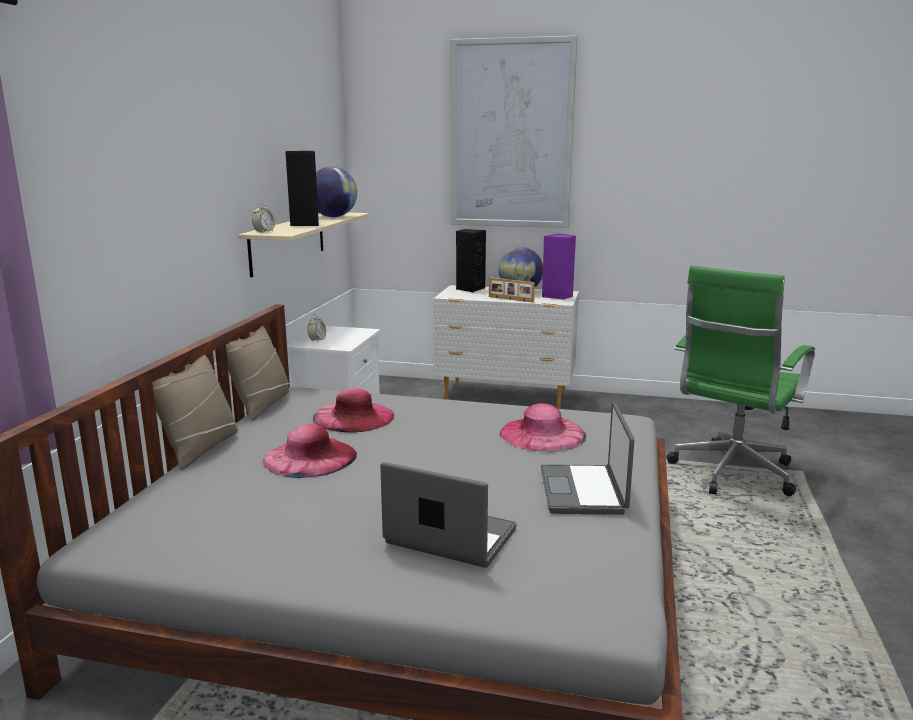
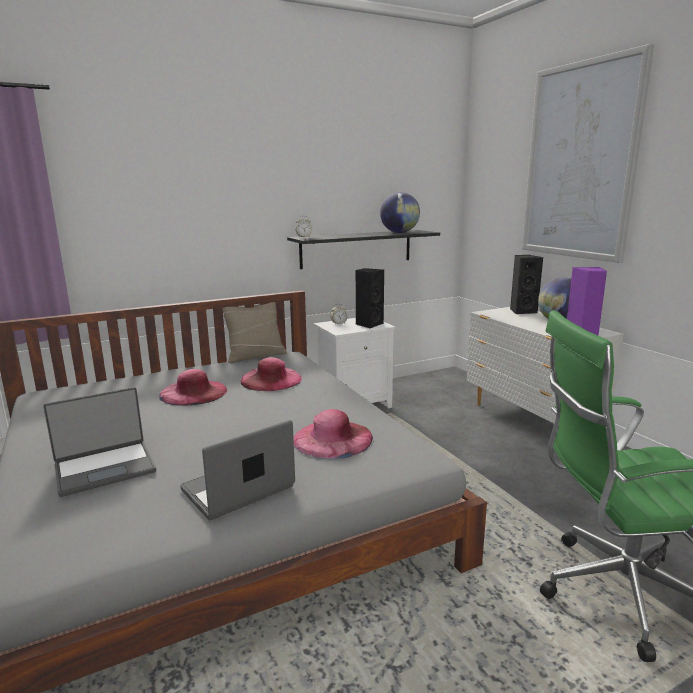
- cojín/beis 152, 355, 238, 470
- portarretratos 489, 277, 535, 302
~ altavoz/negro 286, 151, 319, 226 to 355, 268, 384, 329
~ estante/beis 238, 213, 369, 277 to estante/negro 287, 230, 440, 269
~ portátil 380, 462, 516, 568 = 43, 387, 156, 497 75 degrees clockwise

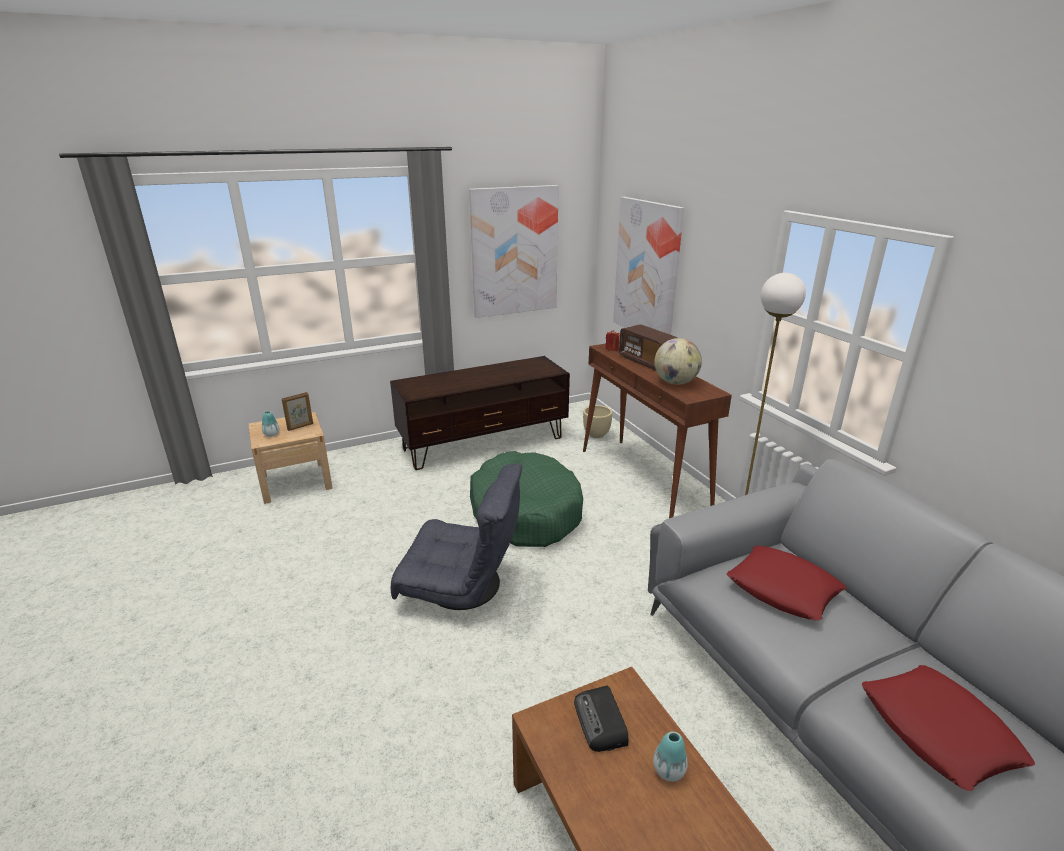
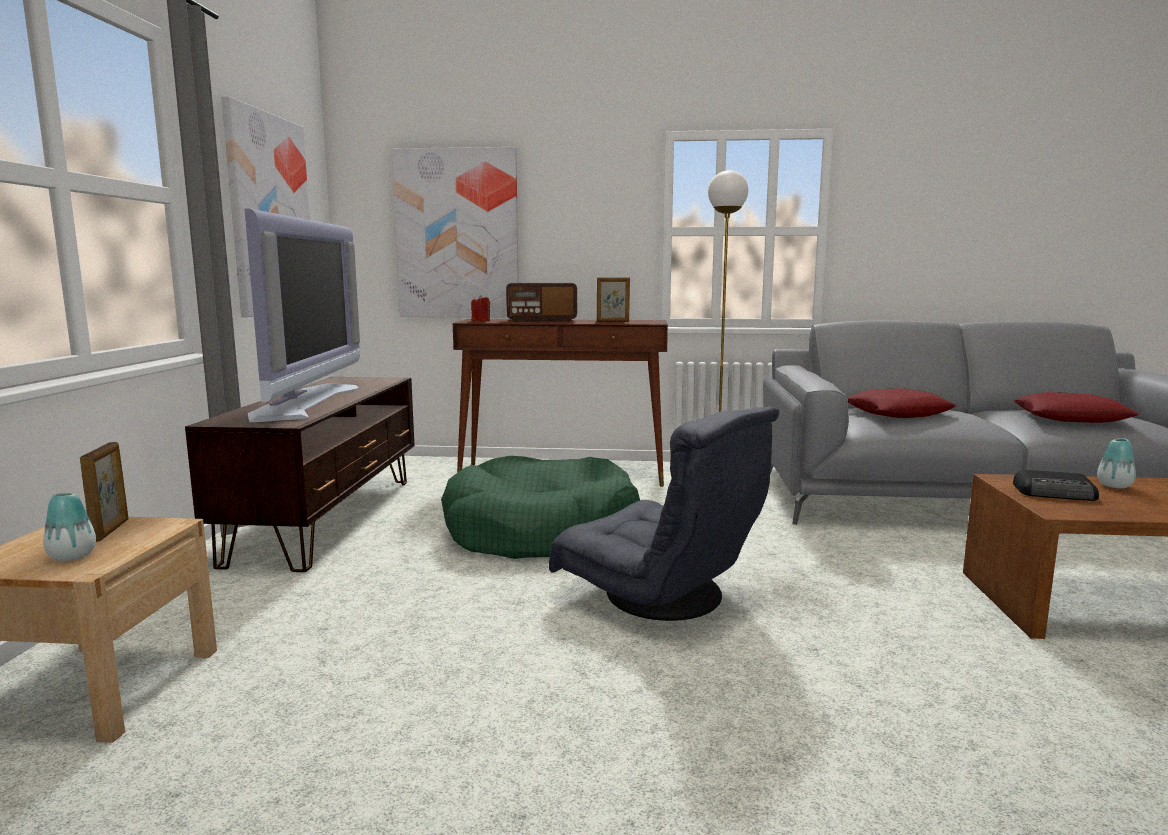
- maceta/beis 583, 405, 612, 438
+ televisor 244, 209, 360, 422
~ globo terráqueo 654, 338, 702, 385 to portarretratos 597, 277, 630, 322
~ sillón/gris 391, 463, 522, 610 = 549, 407, 779, 621 90 degrees clockwise

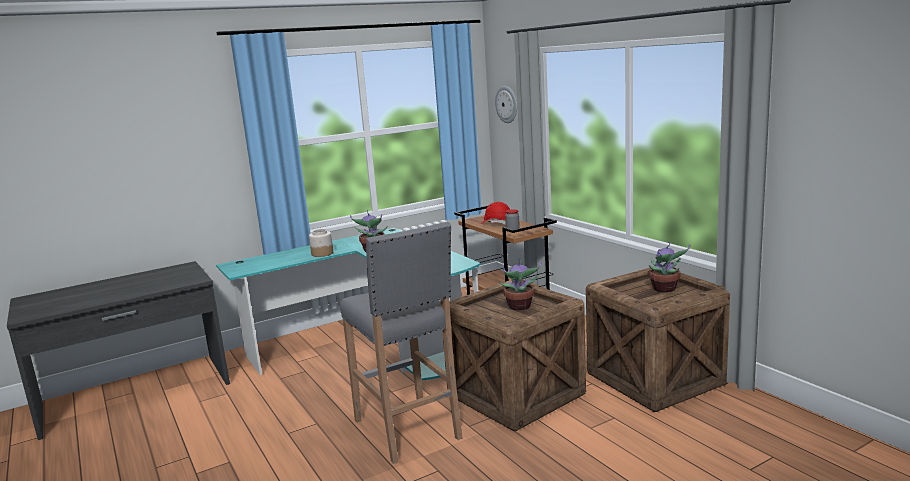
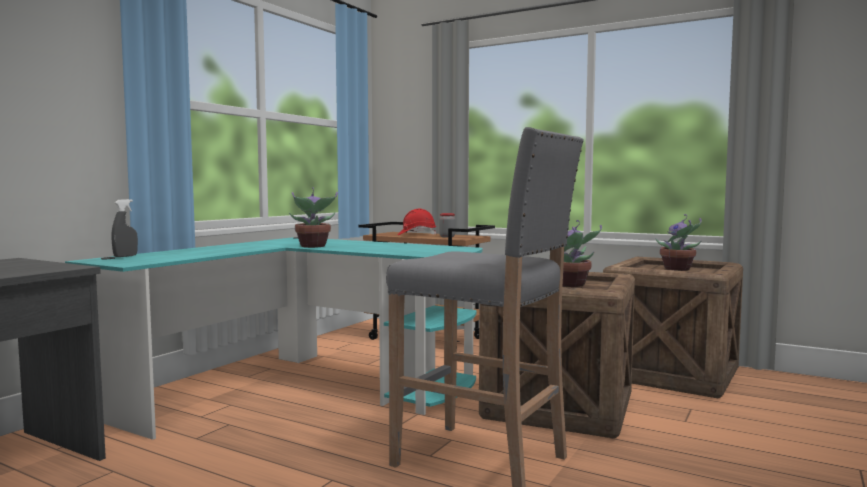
- tarro 309, 229, 333, 257
- reloj de pared 495, 86, 517, 123
+ pulverizador/gris 112, 199, 138, 257

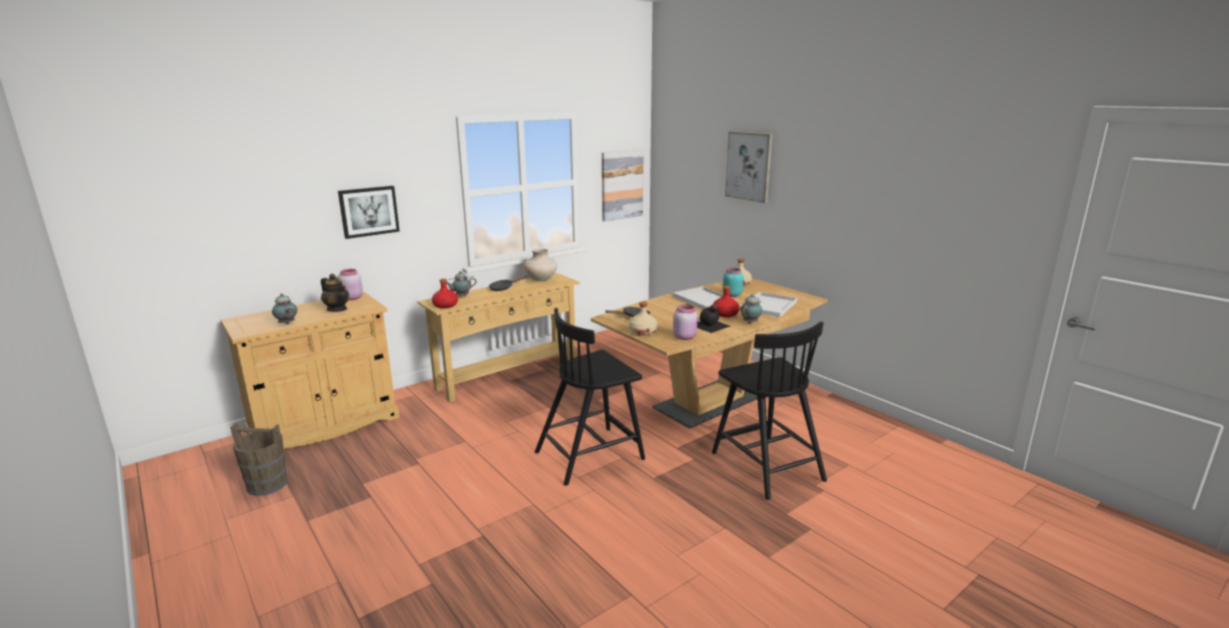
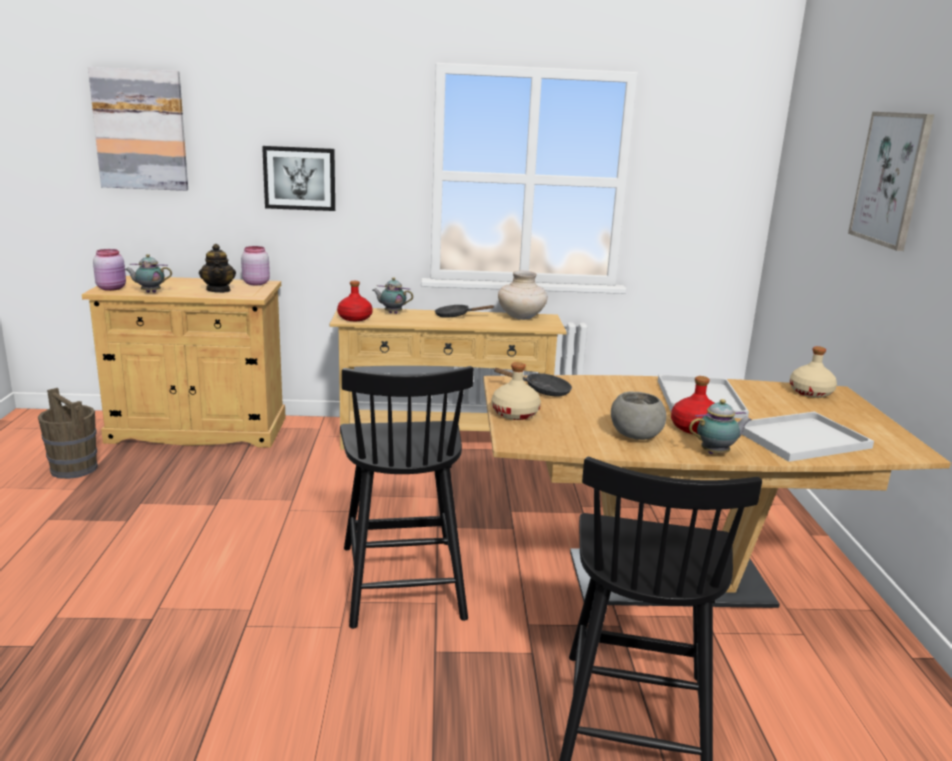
- tarro/turquesa 723, 268, 744, 297
~ cuadro 602, 149, 644, 221 to 88, 67, 188, 191
~ tarro/rosa 673, 305, 698, 340 to 93, 249, 126, 291
~ botella/negro 697, 305, 730, 333 to cuenco/gris 611, 391, 666, 440
~ tetera 272, 293, 297, 325 = 125, 254, 172, 293 90 degrees clockwise
~ silla/negro 535, 308, 645, 486 = 340, 366, 474, 629 105 degrees counterclockwise

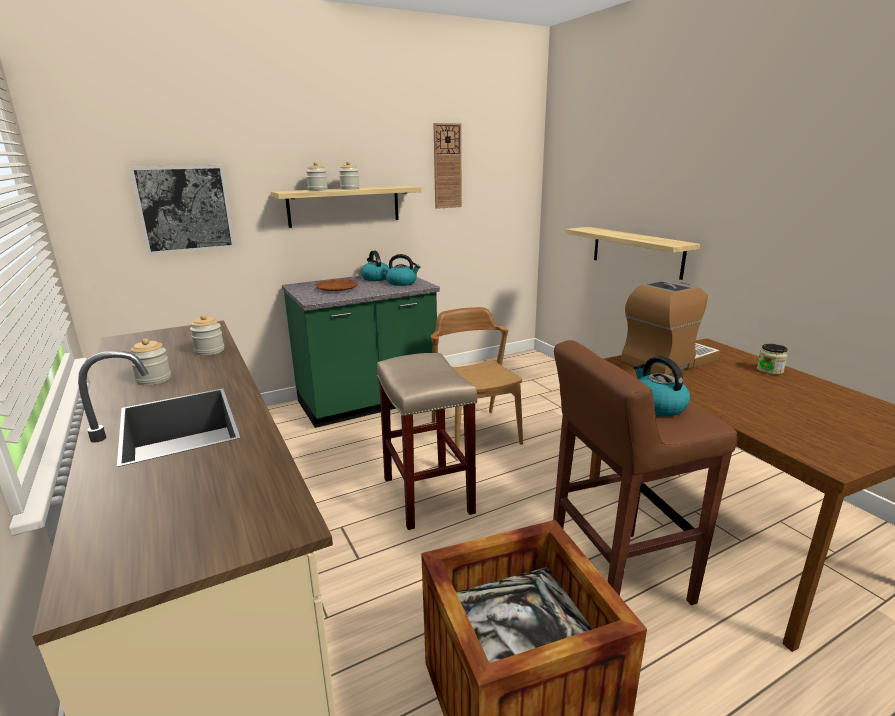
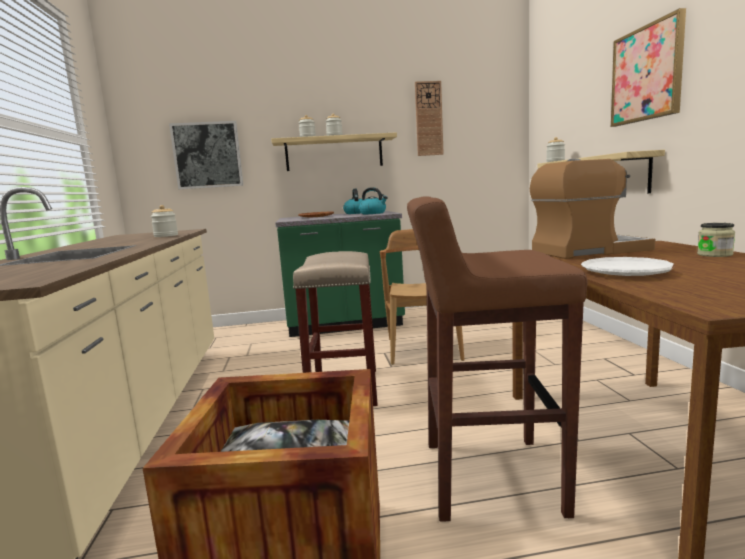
- hervidor 634, 356, 690, 417
+ plato/blanco 581, 257, 675, 276
+ cuadro 611, 8, 686, 127
~ tarro 130, 338, 171, 386 to 546, 137, 565, 162

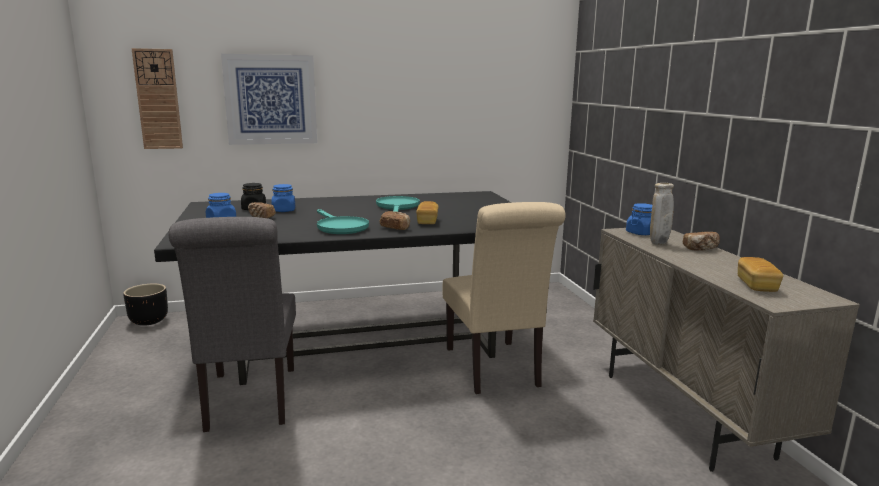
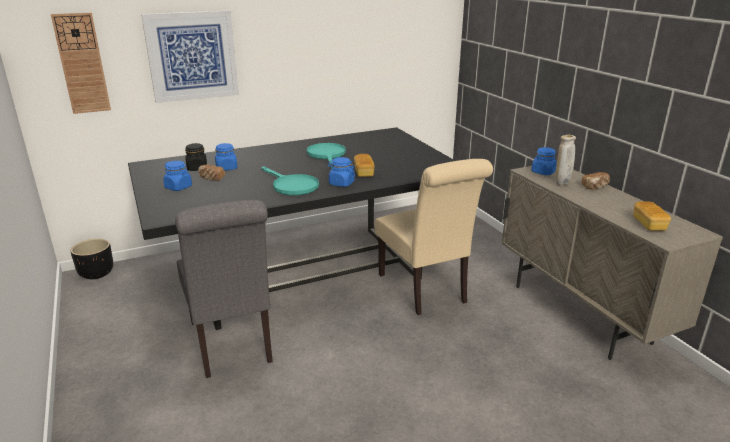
~ pan 380, 211, 410, 230 to tarro/azul 328, 157, 355, 187

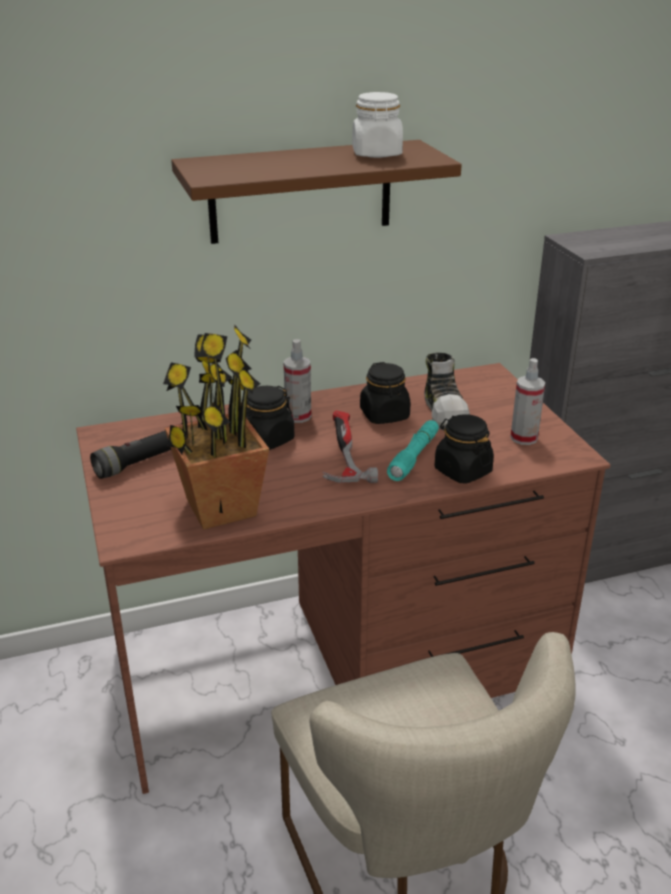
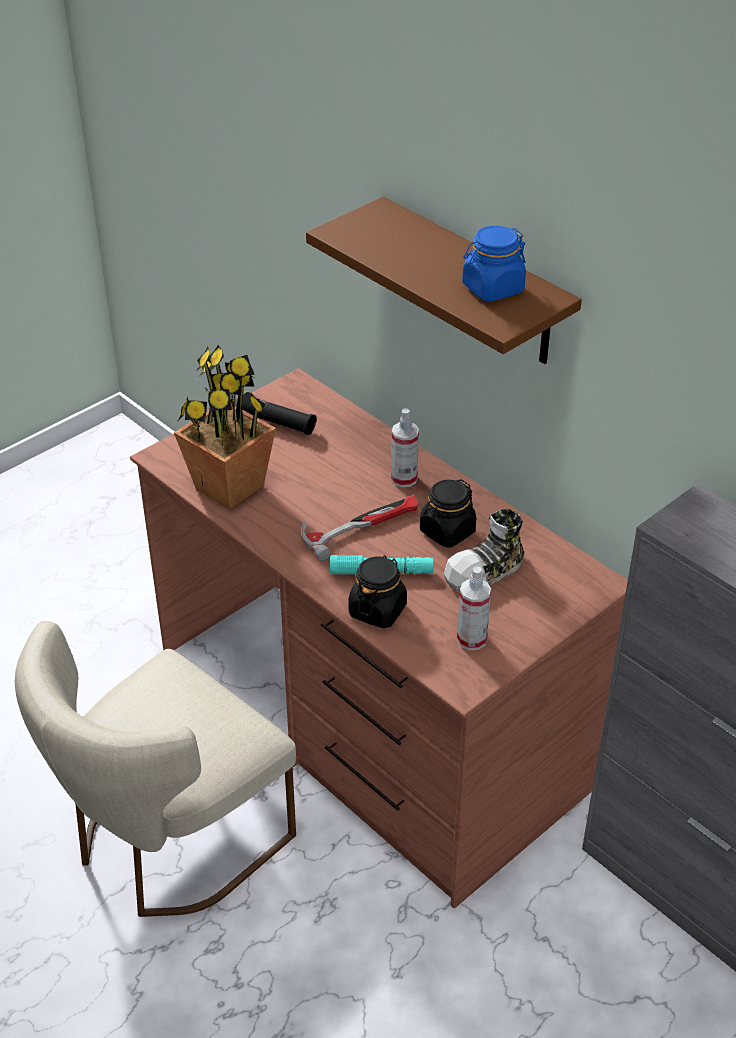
- tarro/negro 246, 386, 294, 450
~ tarro/blanco 352, 92, 403, 158 to tarro/azul 462, 226, 526, 302

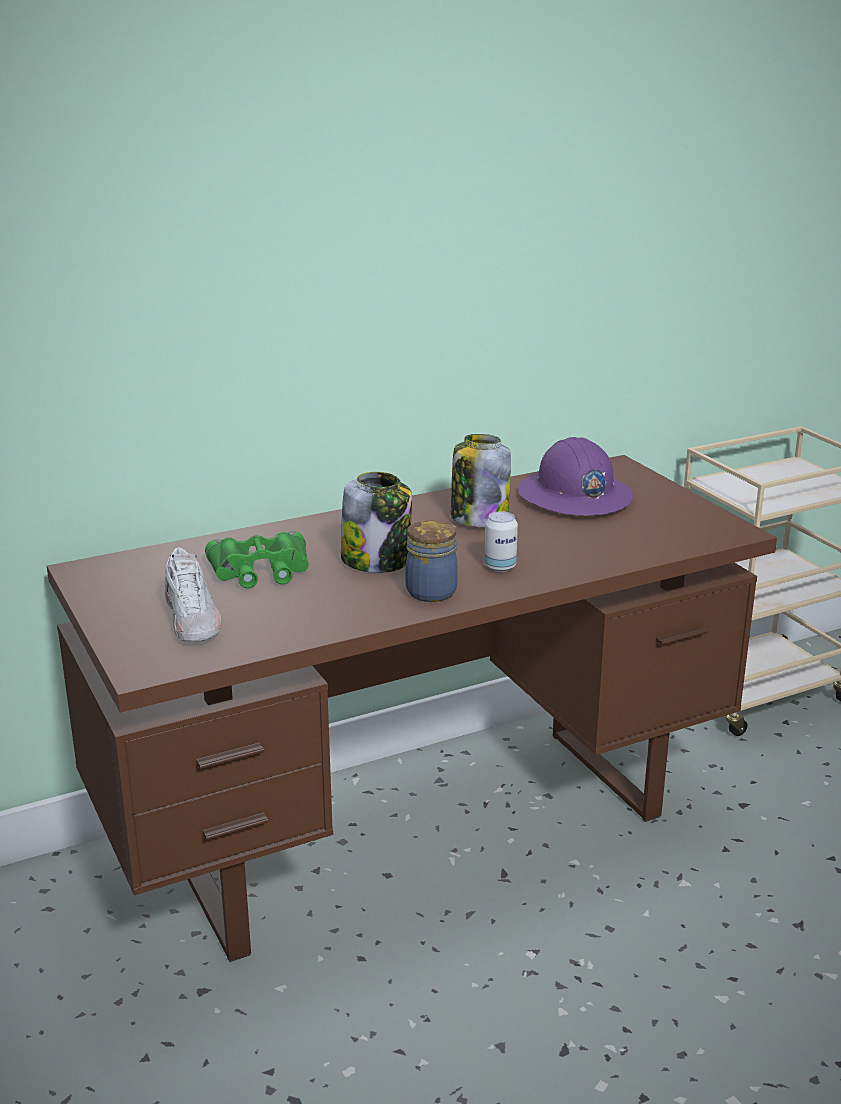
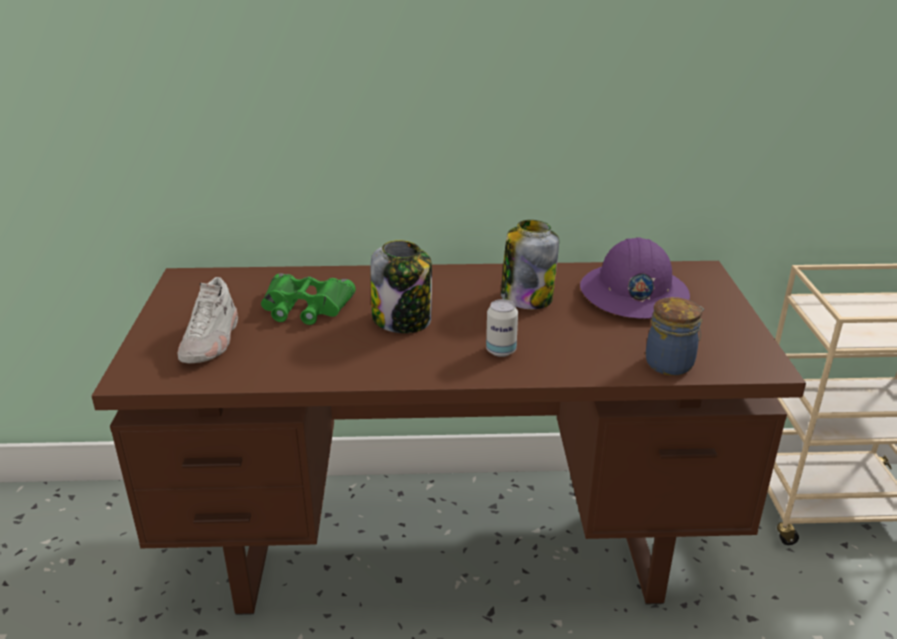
~ tarro 406, 520, 458, 602 to 646, 297, 704, 376

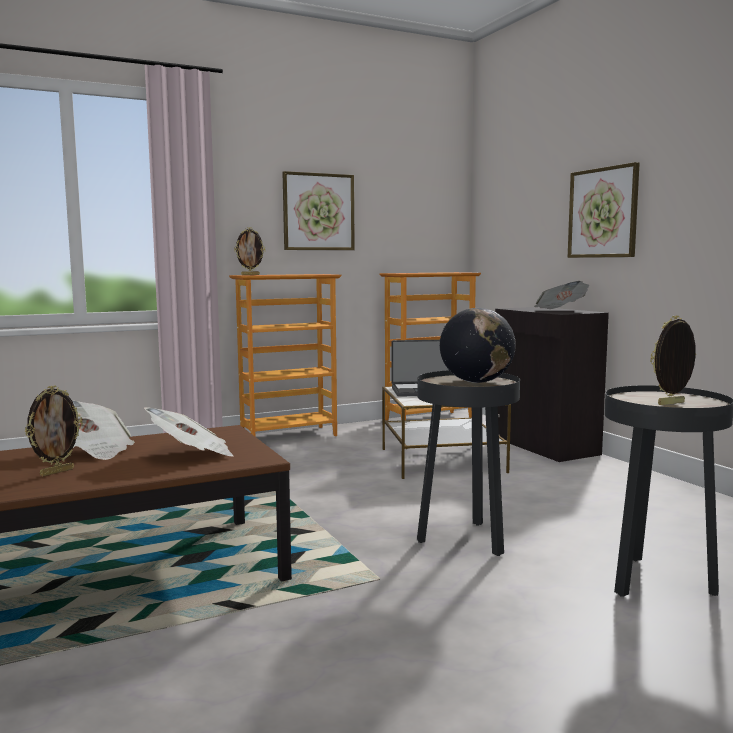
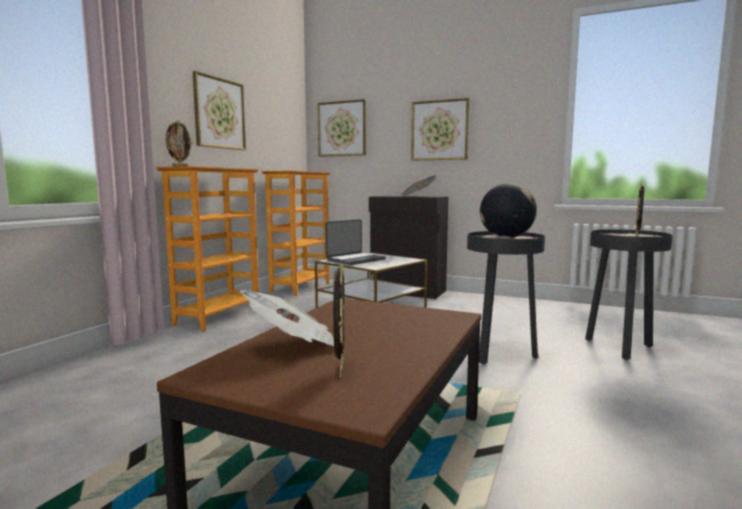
- periódico 144, 407, 233, 456
+ cuadro 318, 99, 366, 157

